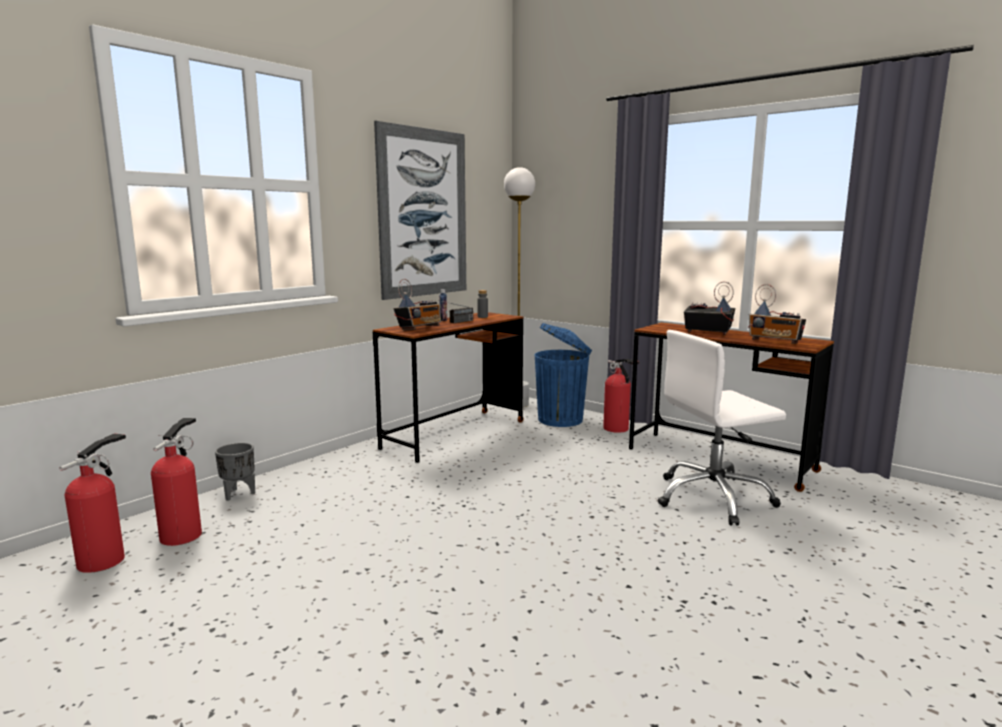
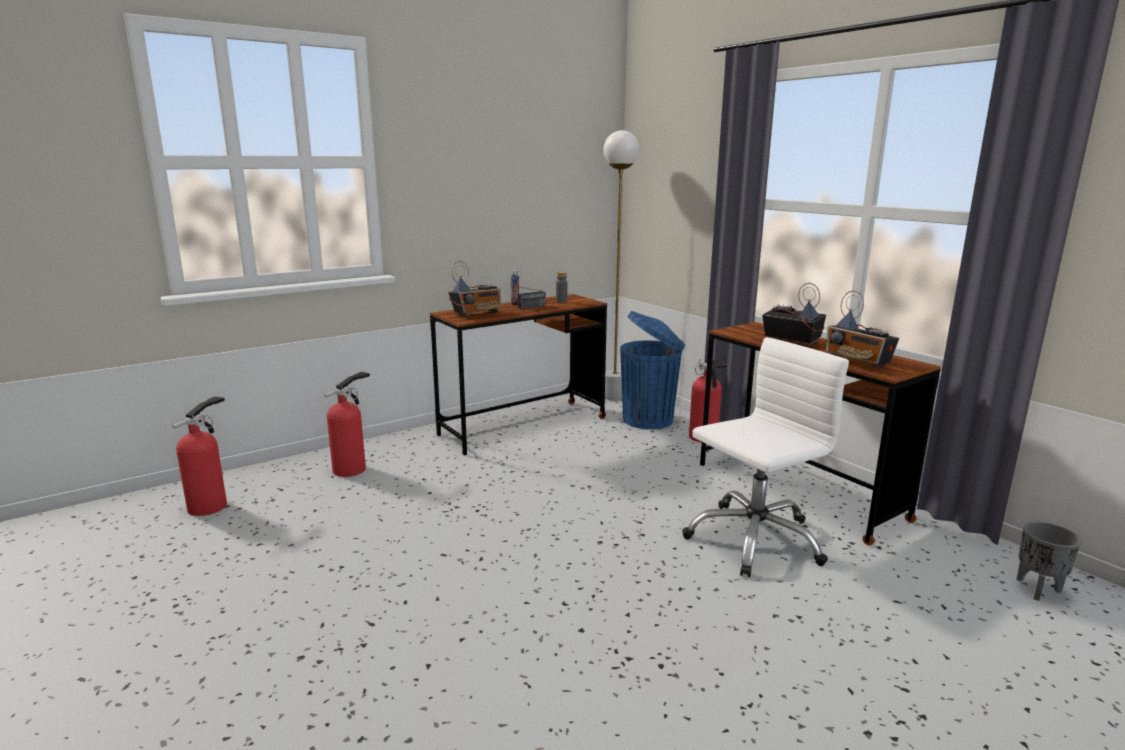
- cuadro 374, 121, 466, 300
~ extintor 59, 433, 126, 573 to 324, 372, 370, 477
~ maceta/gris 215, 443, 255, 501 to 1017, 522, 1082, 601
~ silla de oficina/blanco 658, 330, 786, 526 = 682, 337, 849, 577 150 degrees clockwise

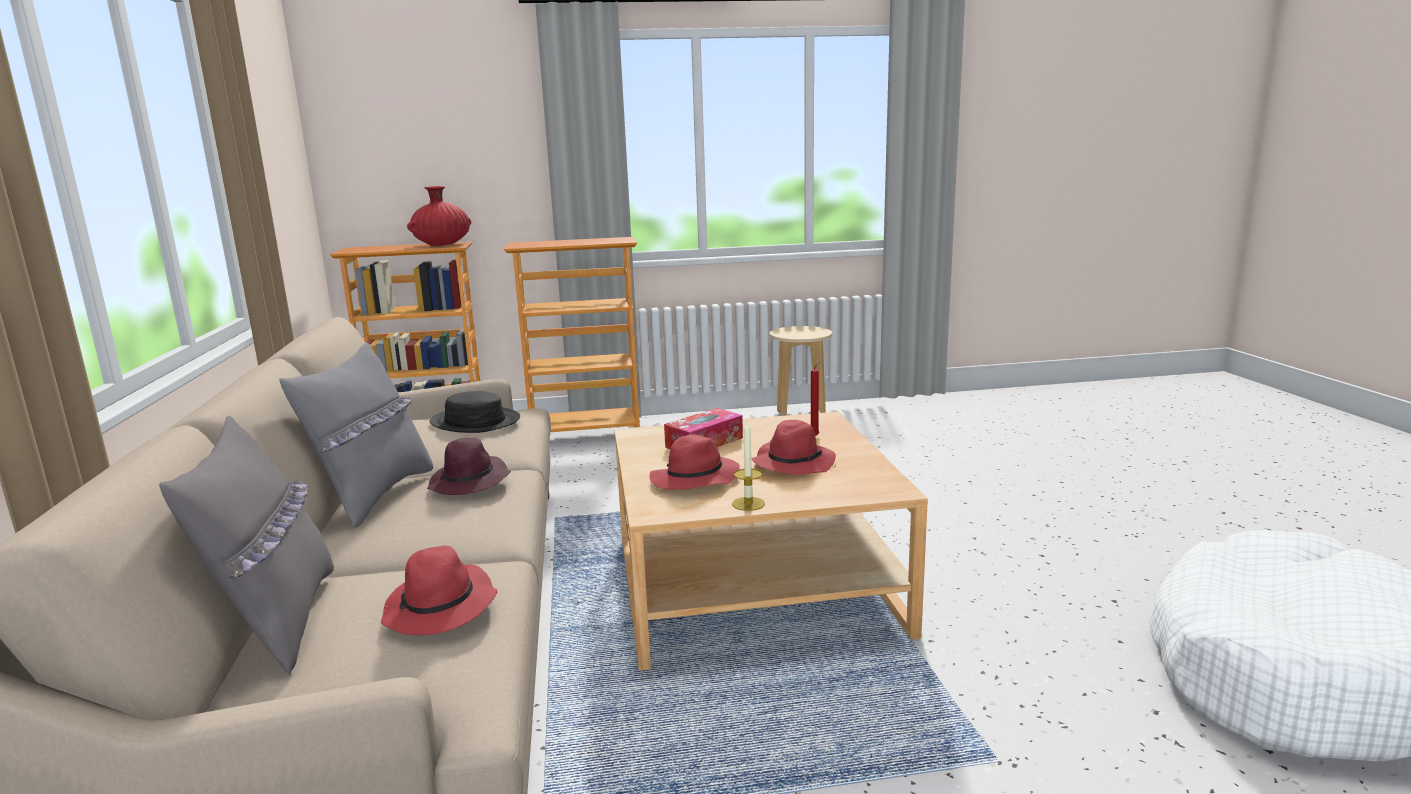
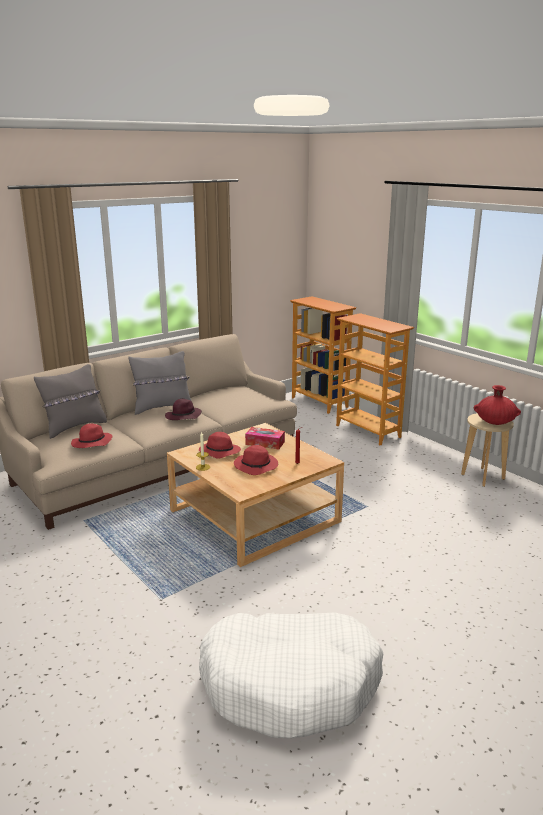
- sombrero/negro 429, 391, 520, 433
~ florero/rojo 407, 186, 471, 246 to 474, 385, 521, 425

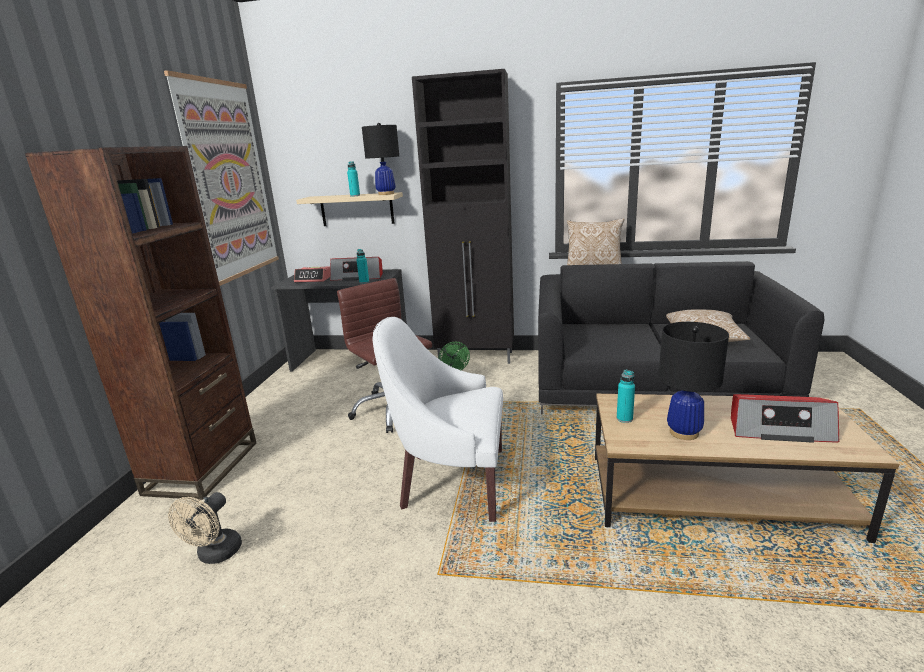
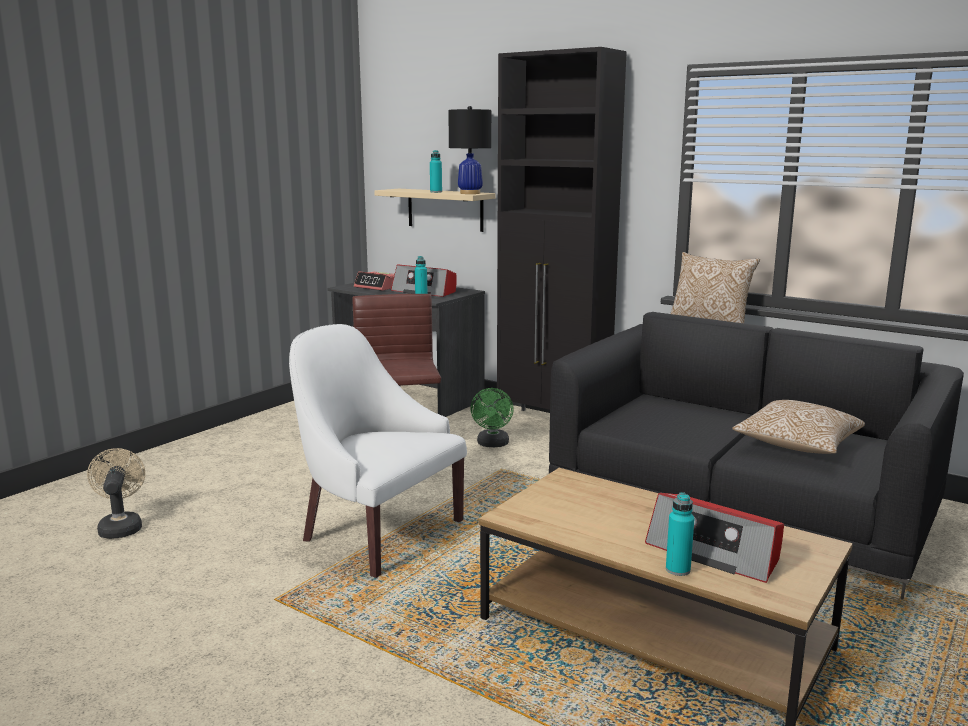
- estantería/marrón 25, 146, 257, 500
- cuadro 164, 70, 279, 286
- lámpara de mesa/negro 658, 322, 729, 440
~ botella/turquesa 617, 370, 635, 423 to 666, 492, 695, 576
~ ventilador/beis 168, 492, 242, 564 = 87, 448, 145, 539 120 degrees clockwise

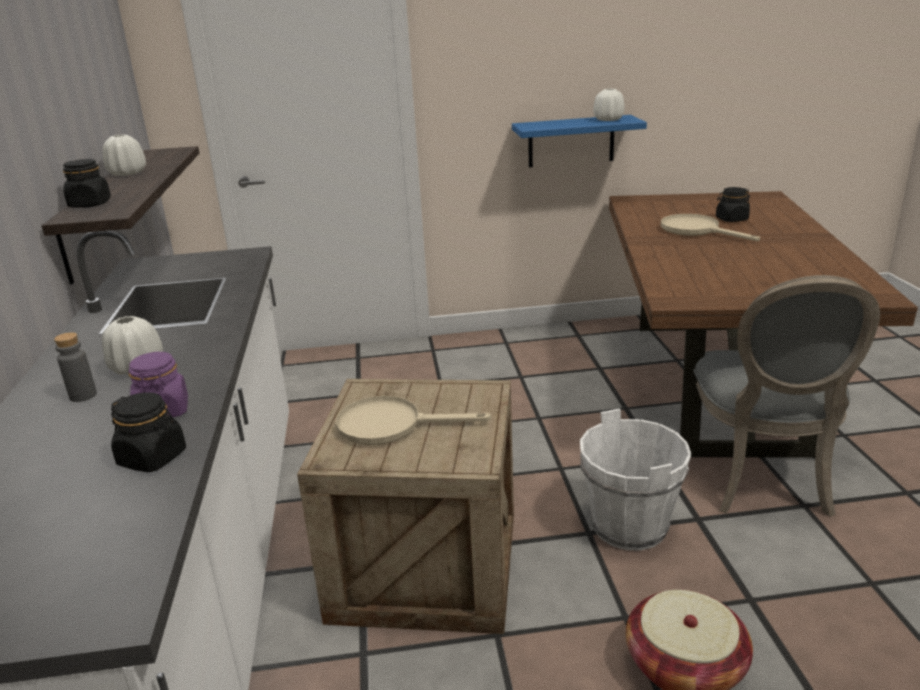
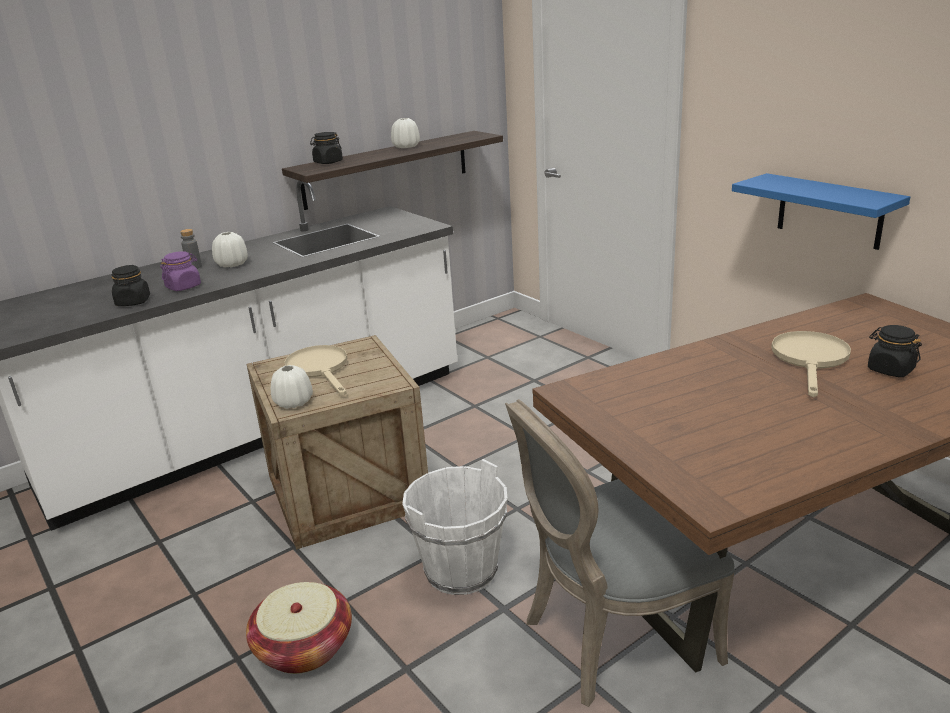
~ florero/blanco 593, 89, 625, 121 to 271, 365, 313, 409

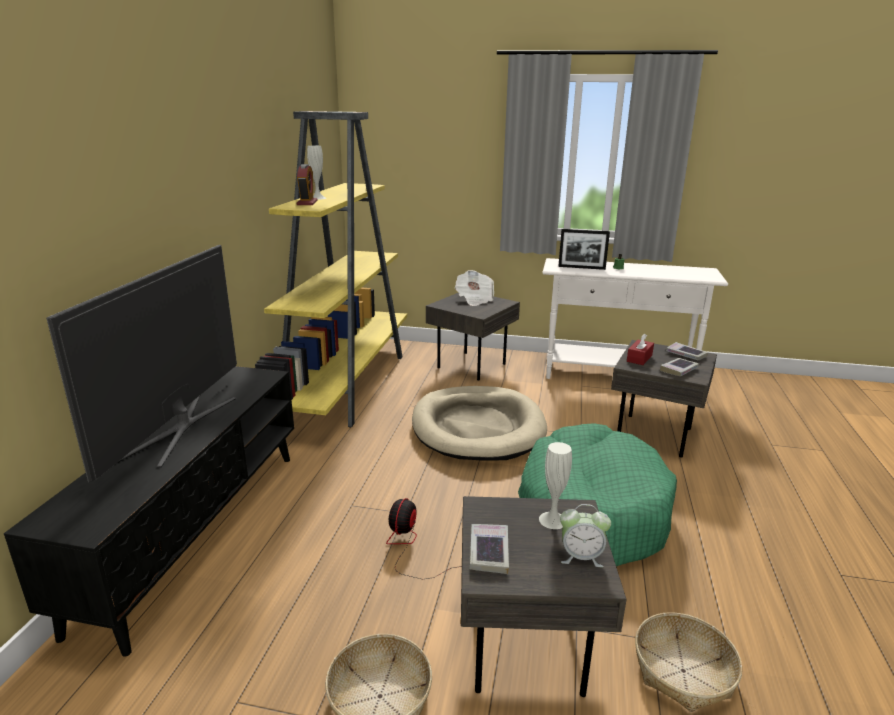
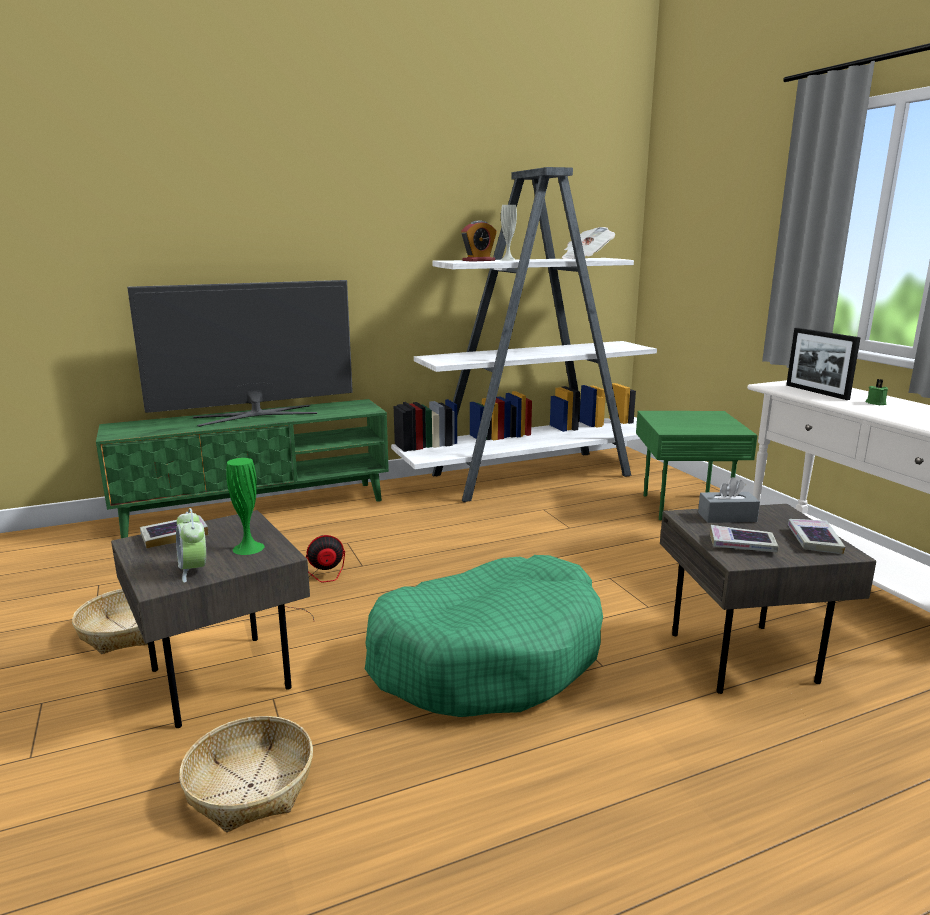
- cama para perro/beis 412, 386, 547, 461
~ periódico 455, 270, 494, 306 to 562, 227, 615, 259
~ mueble de televisión/negro 4, 366, 294, 657 to mueble de televisión/verde 96, 399, 389, 538
~ estantería/amarillo 255, 111, 407, 427 to estantería/blanco 391, 167, 657, 502
~ mesa auxiliar/gris 426, 293, 520, 380 to mesa auxiliar/verde 636, 411, 757, 520
~ florero/blanco 539, 442, 572, 529 to florero/verde 226, 458, 264, 555
~ caja de pañuelos/rojo 627, 333, 654, 365 to caja de pañuelos/gris 698, 477, 760, 523

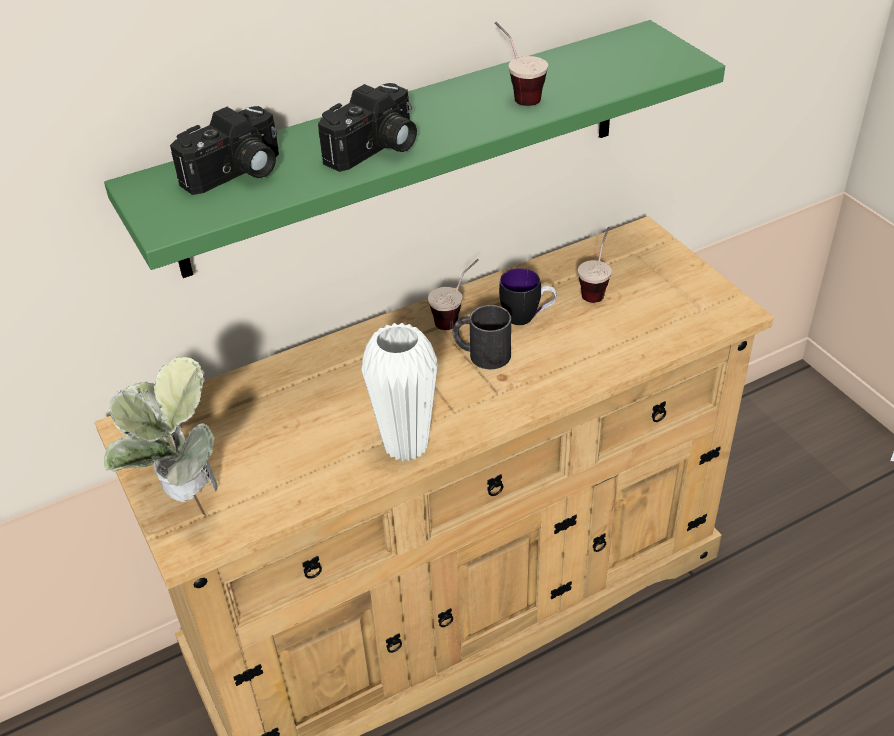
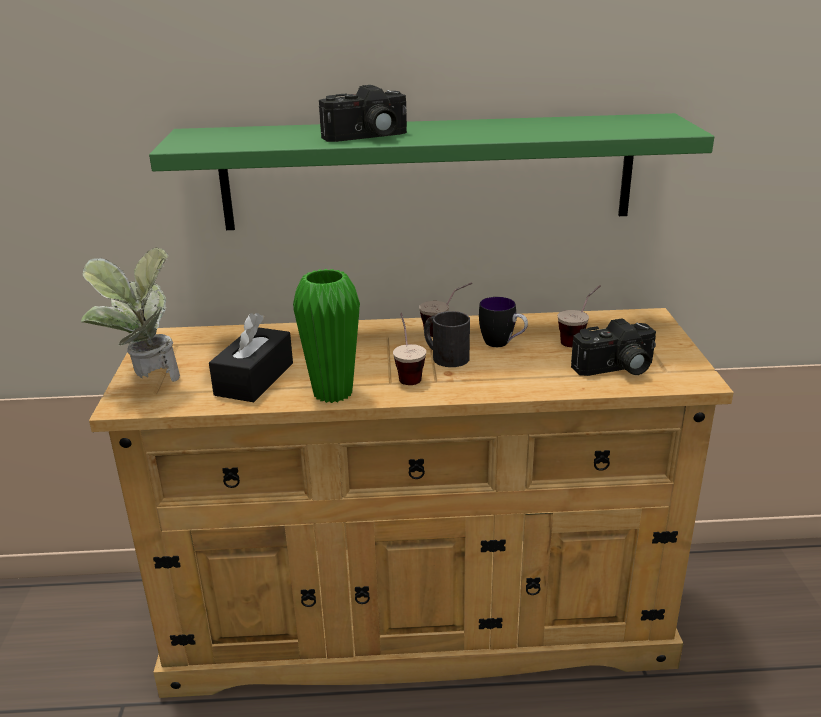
+ caja de pañuelos/negro 209, 313, 293, 402
~ cámara 170, 106, 279, 195 to 571, 318, 656, 376
~ taza 495, 22, 548, 106 to 393, 313, 426, 385
~ florero/blanco 361, 323, 437, 461 to florero/verde 293, 269, 360, 403

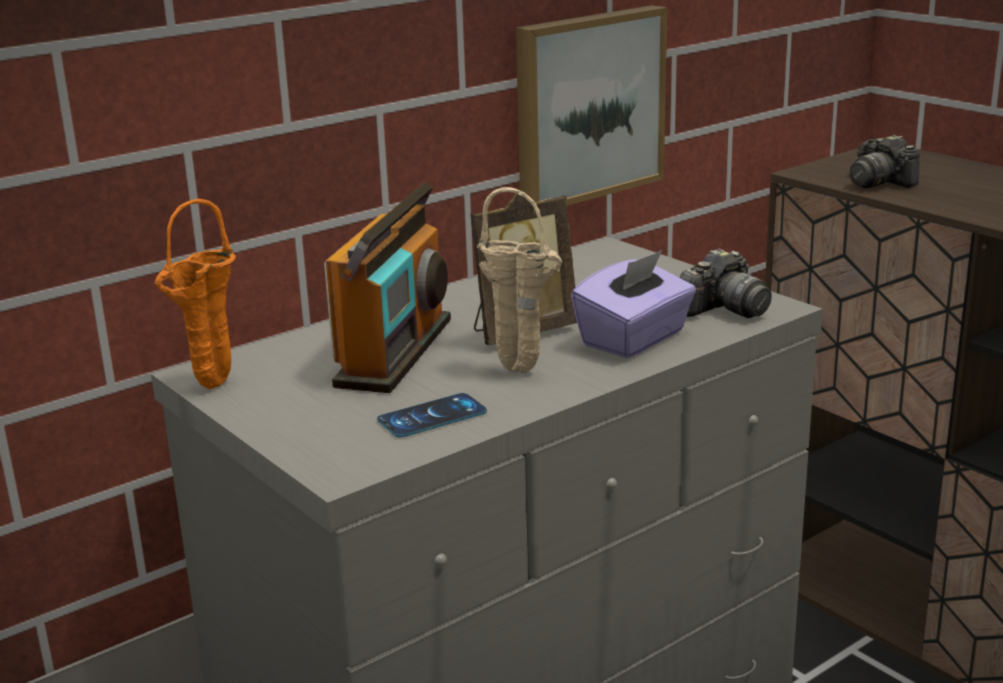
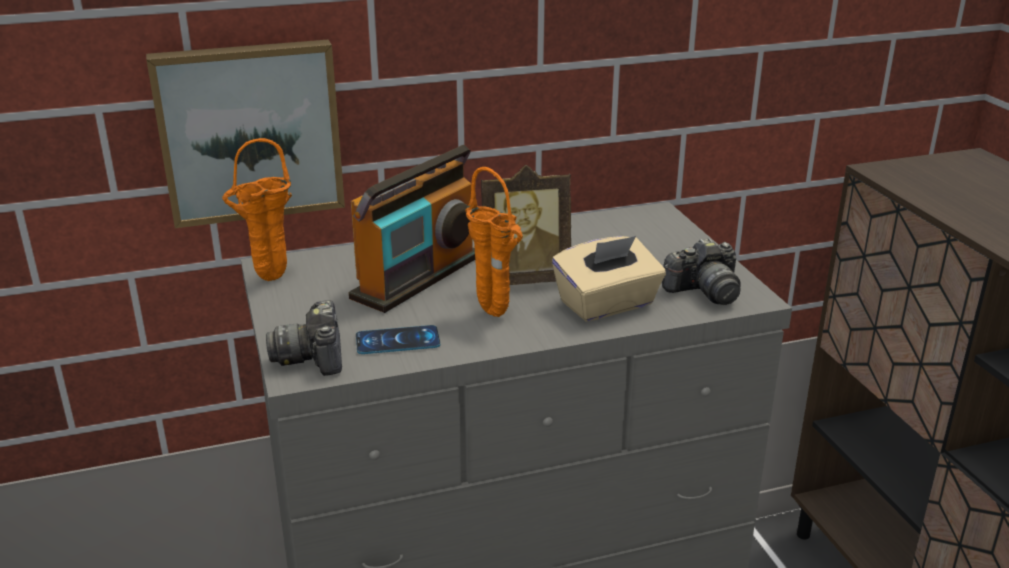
~ cuadro 516, 5, 667, 206 to 146, 40, 345, 228
~ cámara 850, 135, 920, 189 to 266, 300, 342, 376
~ florero/beis 477, 187, 562, 372 to florero/naranja 465, 167, 523, 317
~ caja de pañuelos/morado 571, 250, 696, 358 to caja de pañuelos/beis 552, 236, 666, 321

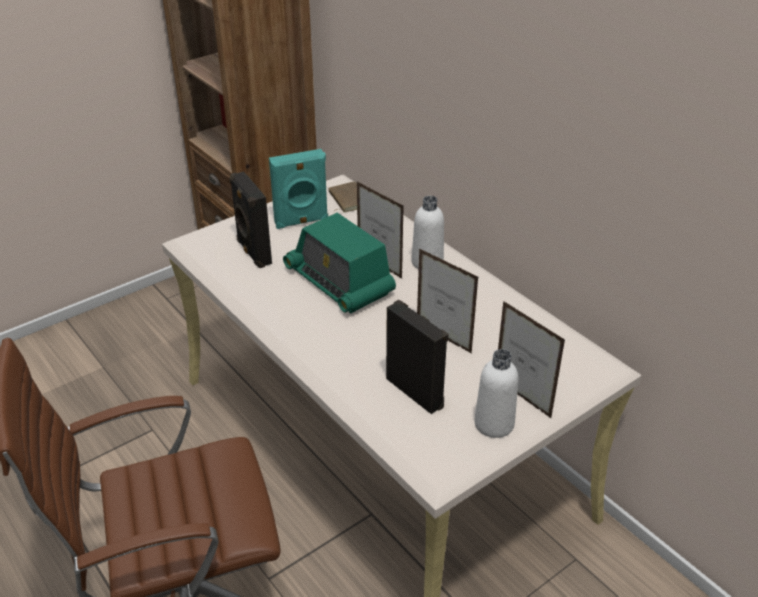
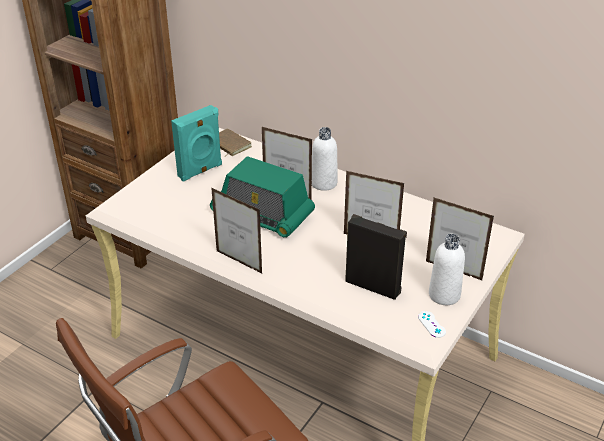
- altavoz/negro 229, 171, 272, 268
+ portarretratos 211, 188, 262, 274
+ mando de consola/blanco 418, 311, 446, 338

